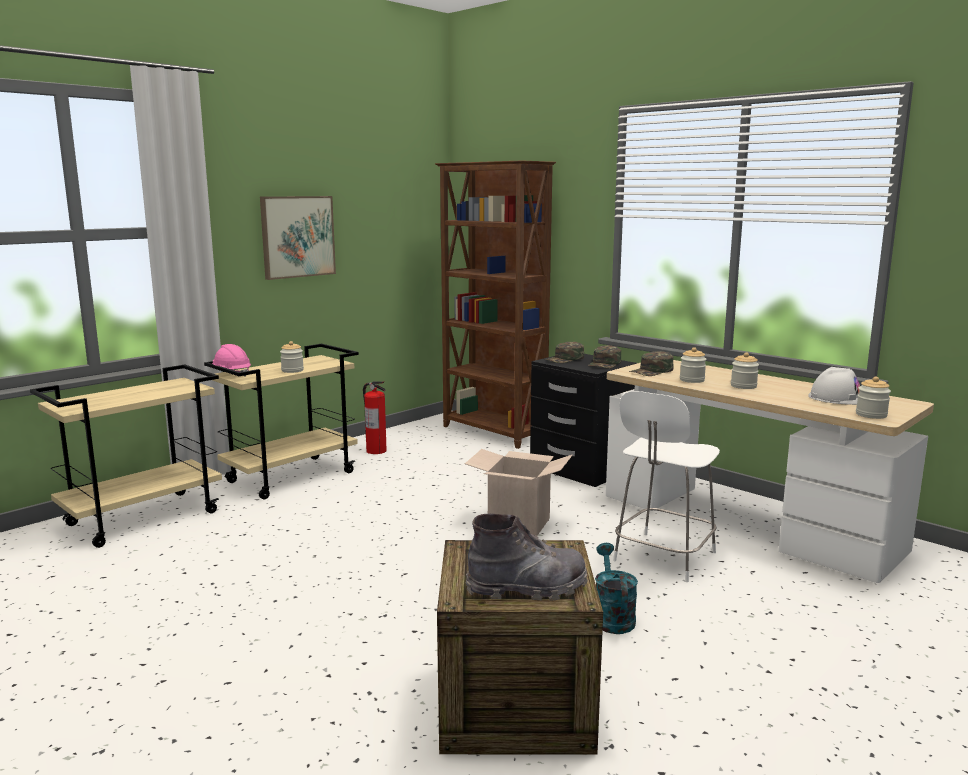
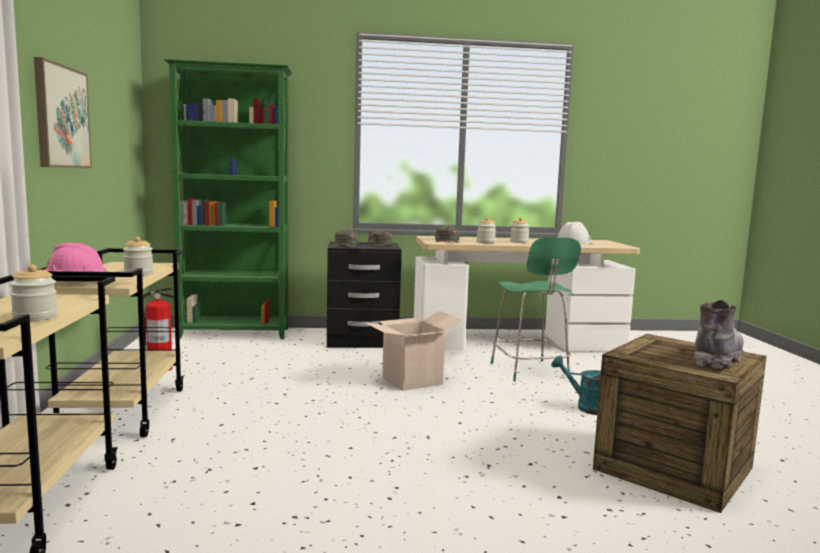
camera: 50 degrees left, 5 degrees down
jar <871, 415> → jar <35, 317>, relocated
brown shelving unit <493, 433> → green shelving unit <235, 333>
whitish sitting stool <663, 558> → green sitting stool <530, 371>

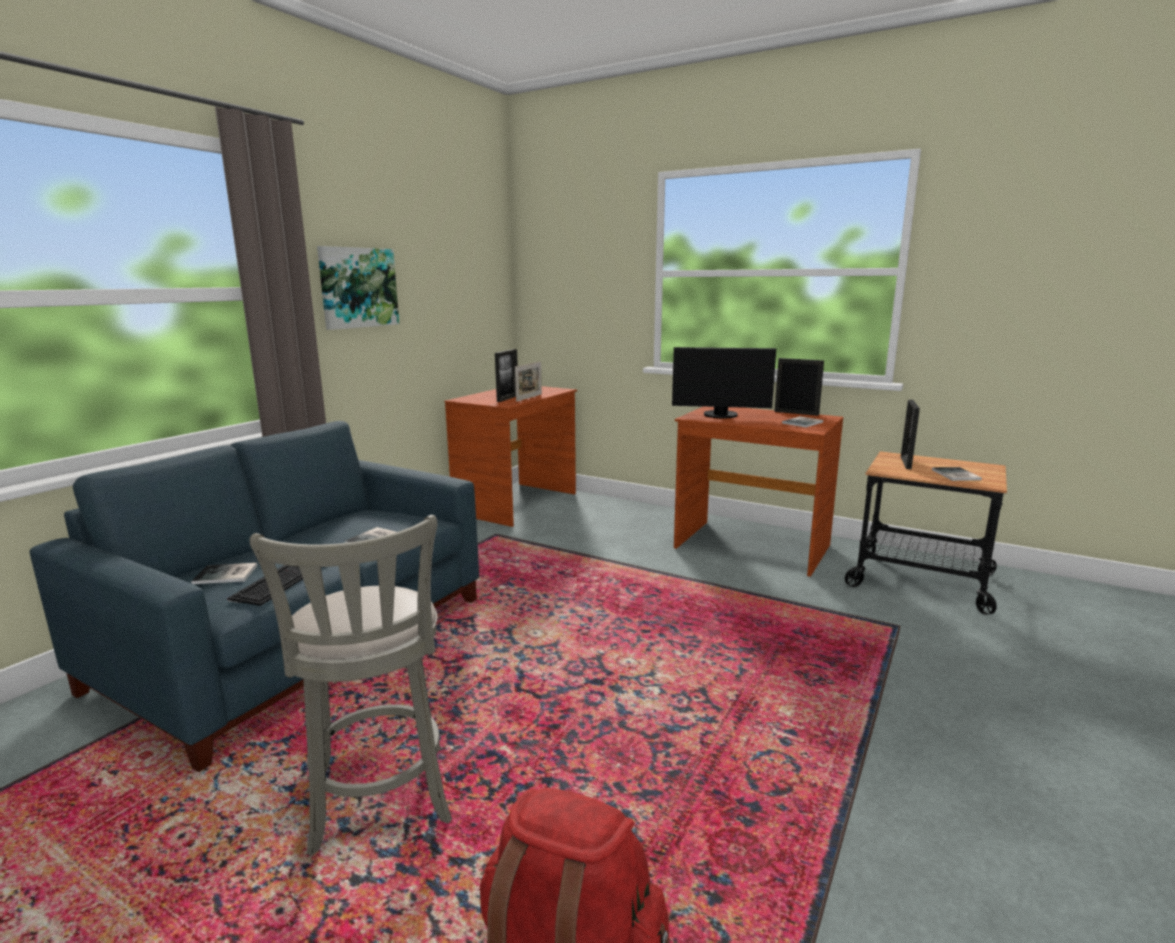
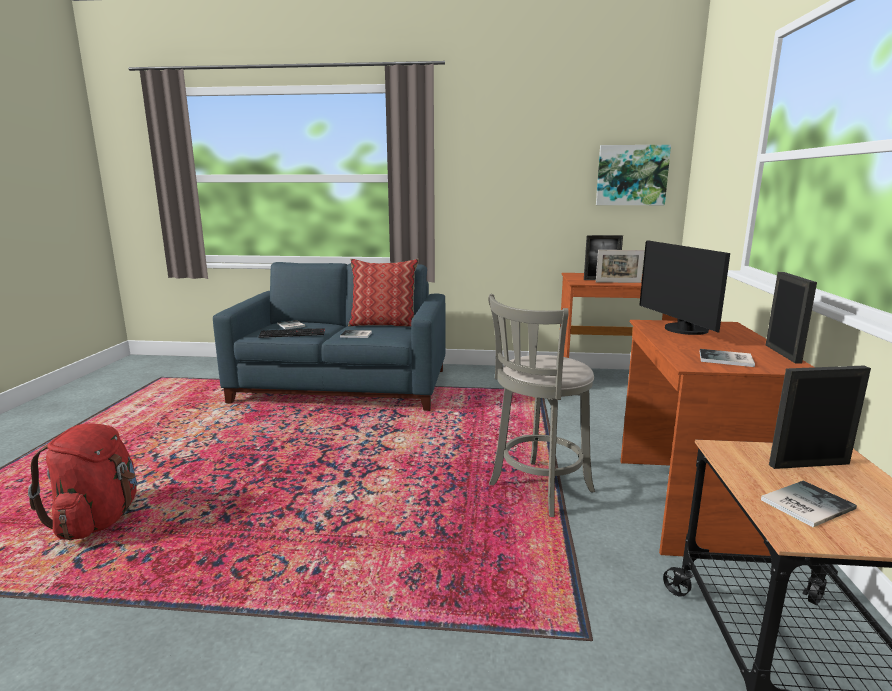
camera: 65 degrees right, 0 degrees up
- → pillow <384, 324>
greyish sitting stool <380, 804> → greyish sitting stool <537, 490>, relocated
picture <358, 287> → picture <631, 175>, relocated

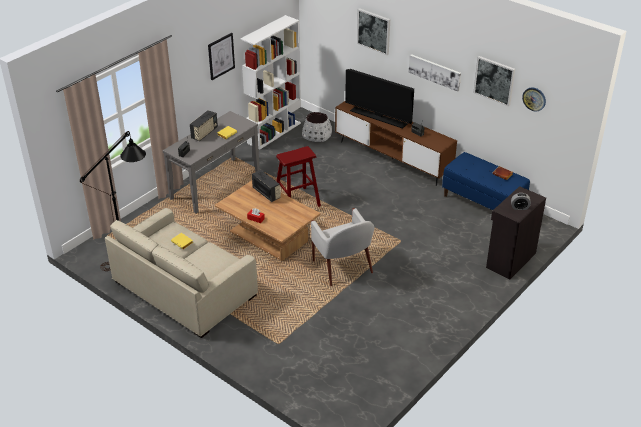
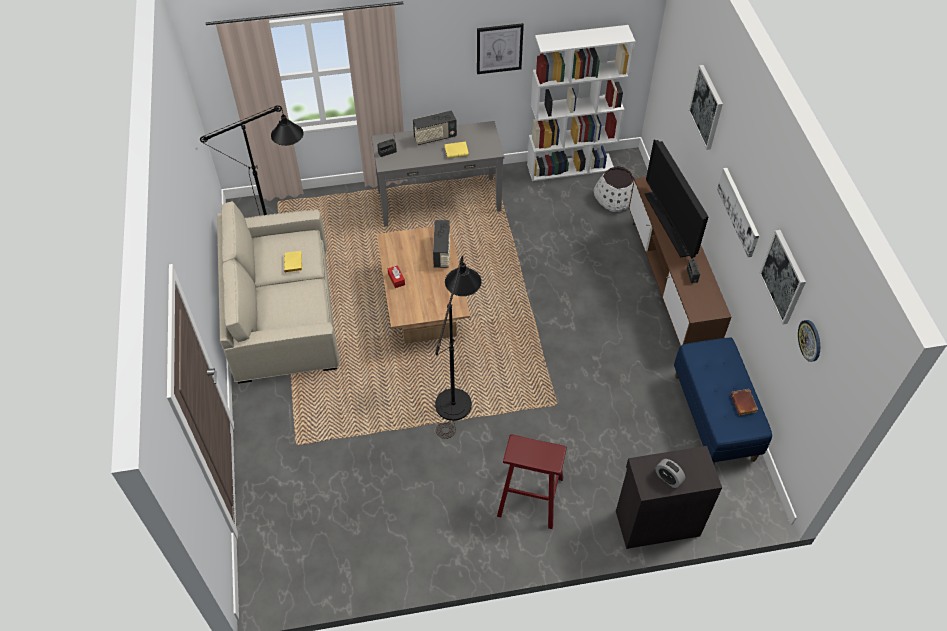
camera: 40 degrees right, 15 degrees up
whitish lounge chair <343, 268> → blackish standing lamp <456, 396>
red-coloured sitting stool <297, 201> → red-coloured sitting stool <530, 496>, relocated

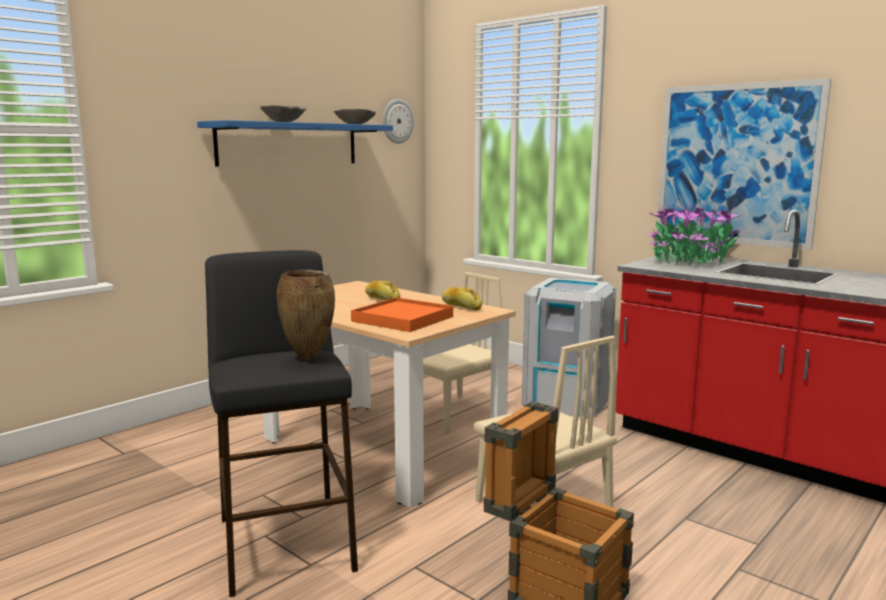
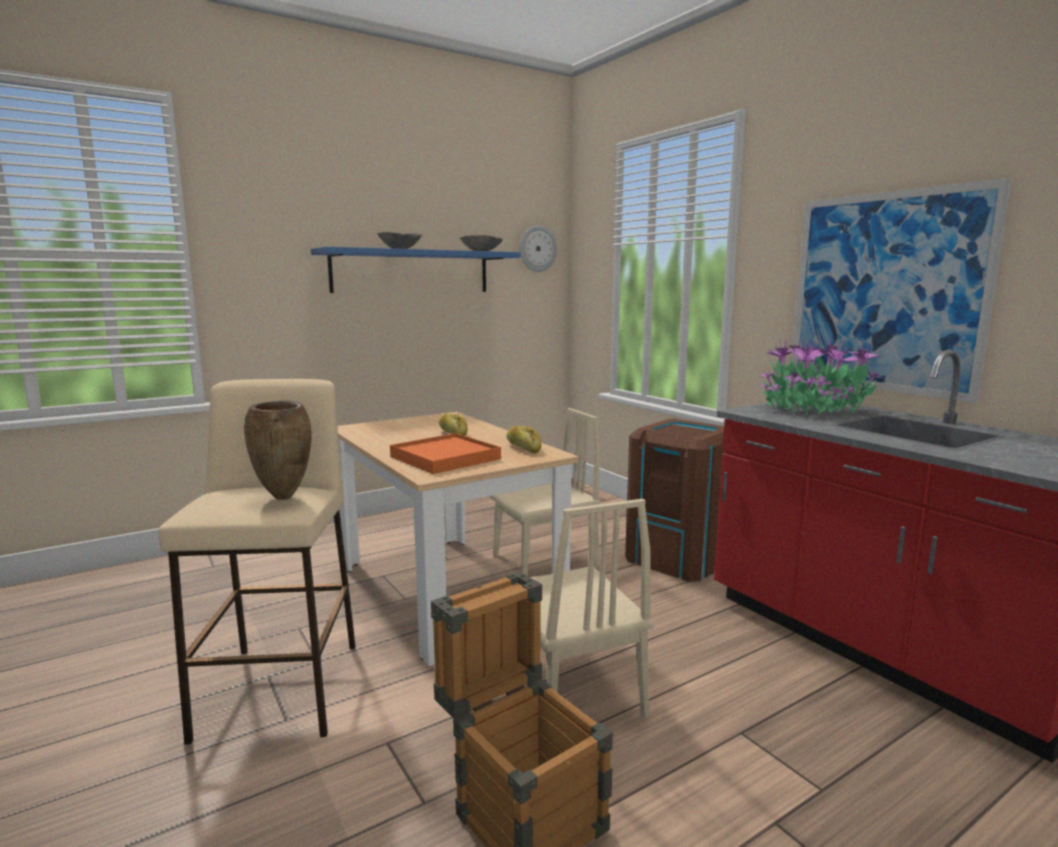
camera: 15 degrees right, 0 degrees up
blackish sitting stool <285, 543> → sand-coloured sitting stool <280, 688>
greyish waste bin <567, 401> → brown waste bin <678, 557>

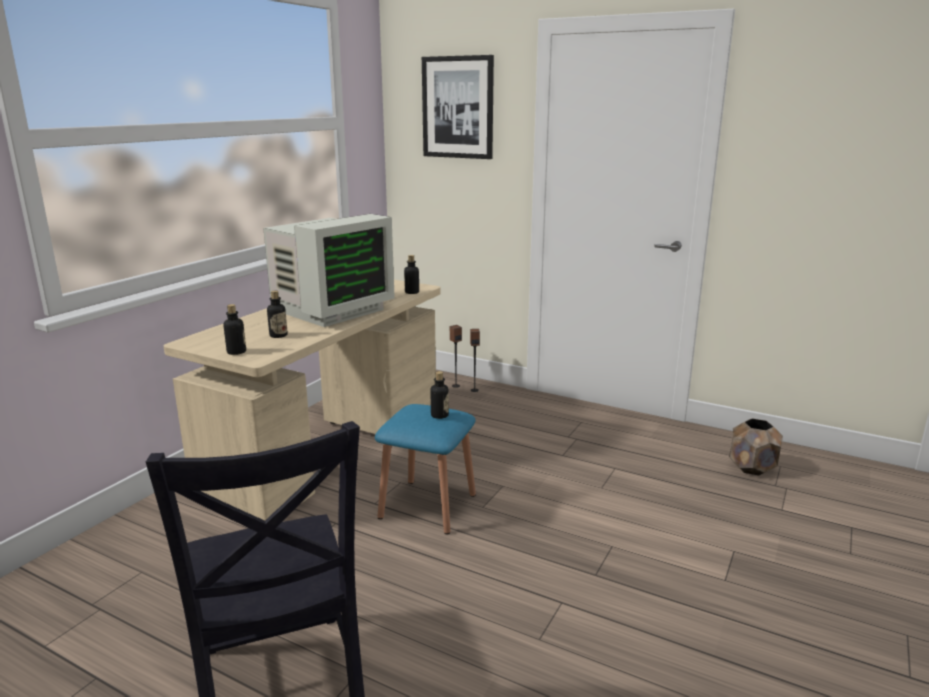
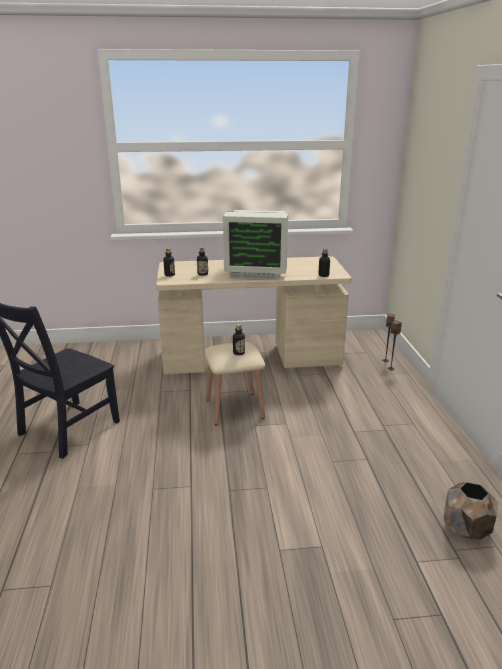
camera: 55 degrees right, 5 degrees up
blue sitting stool <428, 506> → sand-coloured sitting stool <234, 408>
picture <458, 107> → -

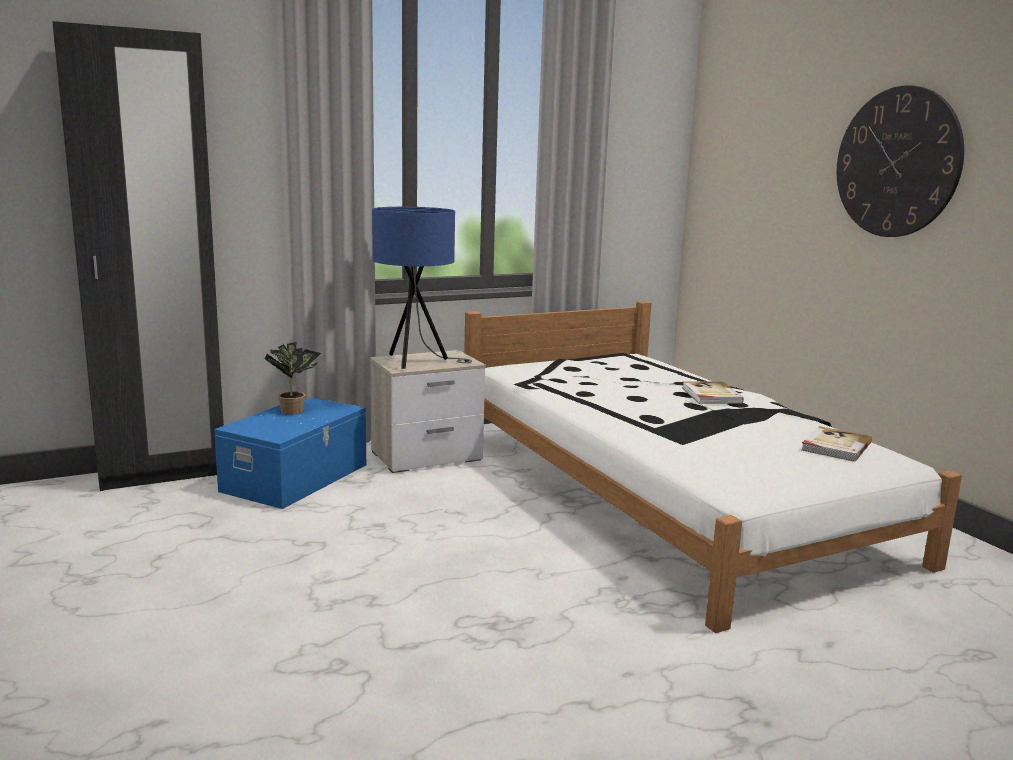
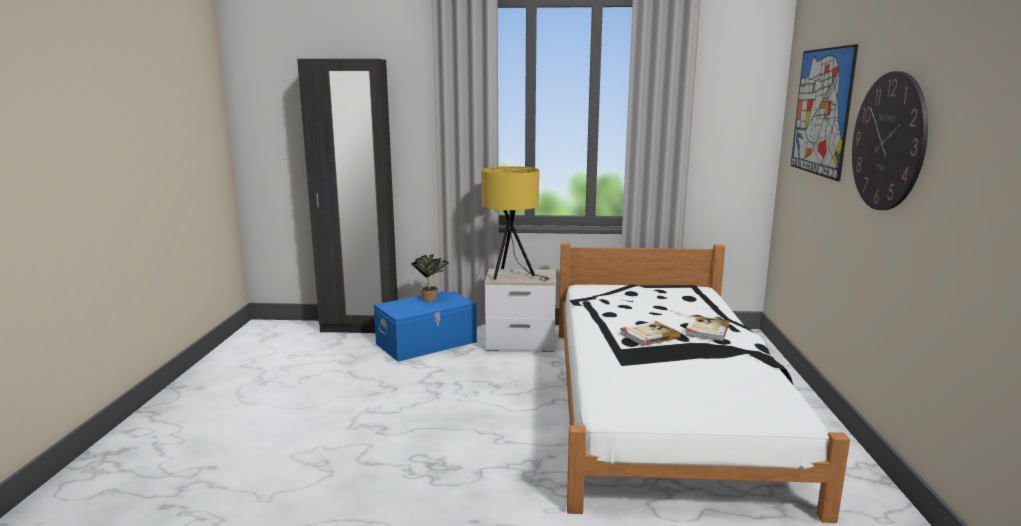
camera: 30 degrees right, 0 degrees up
blue table lamp <417, 362> → yellow table lamp <512, 276>
bound book <835, 447> → bound book <648, 335>, relocated
- → picture <821, 112>

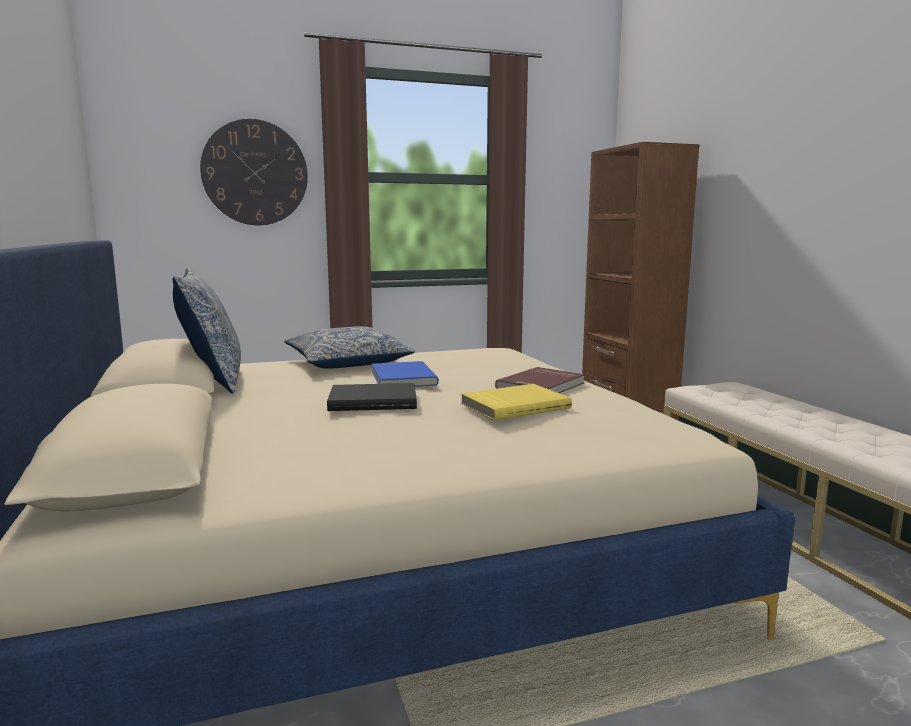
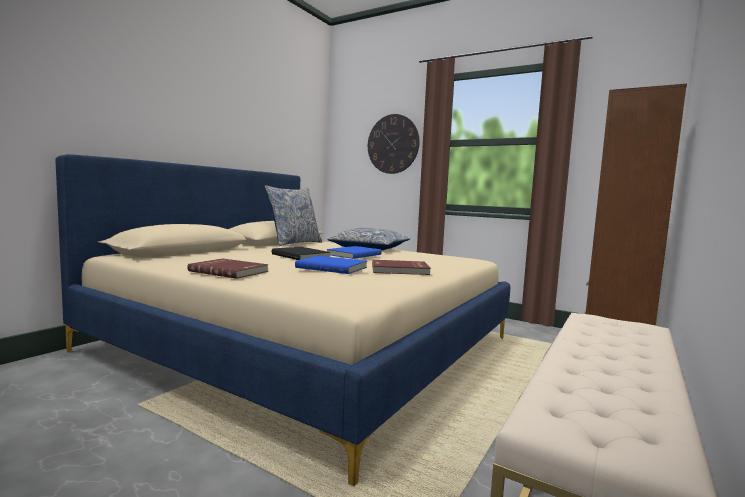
camera: 50 degrees right, 5 degrees down
- → red-coloured bound book <229, 271>
yellow bound book <514, 405> → blue bound book <332, 267>

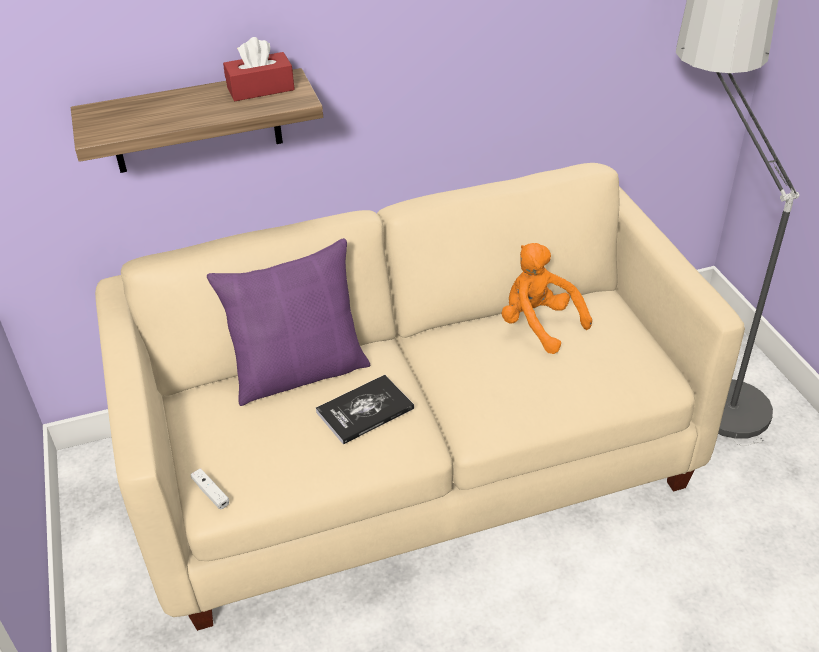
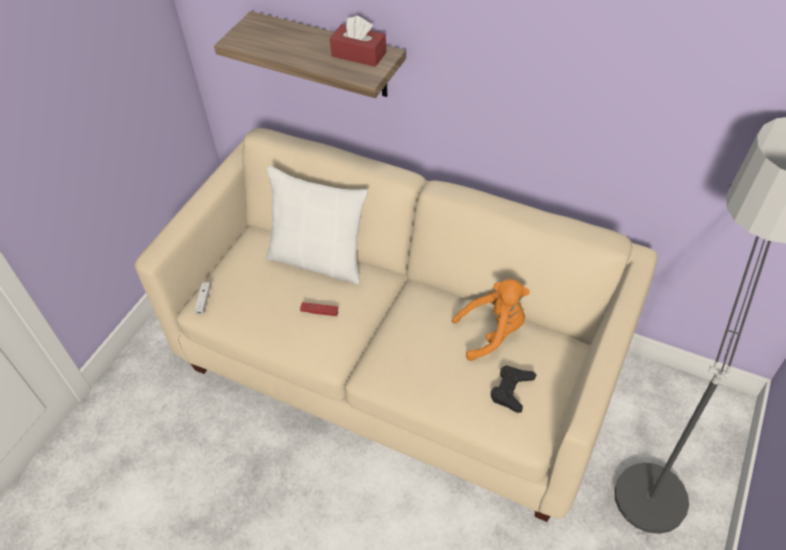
camera: 45 degrees right, 10 degrees up
purple-coloured pillow <299, 371> → whitish pillow <319, 259>
bound book <365, 410> → red-coloured game controller <319, 312>
orange-coloured cuddly toy <538, 324> → orange-coloured cuddly toy <492, 332>, 75 degrees clockwise
- → blackish game controller <511, 390>

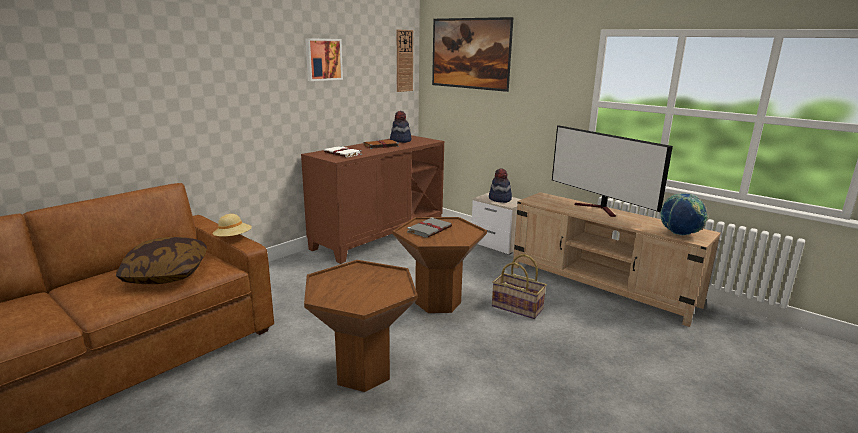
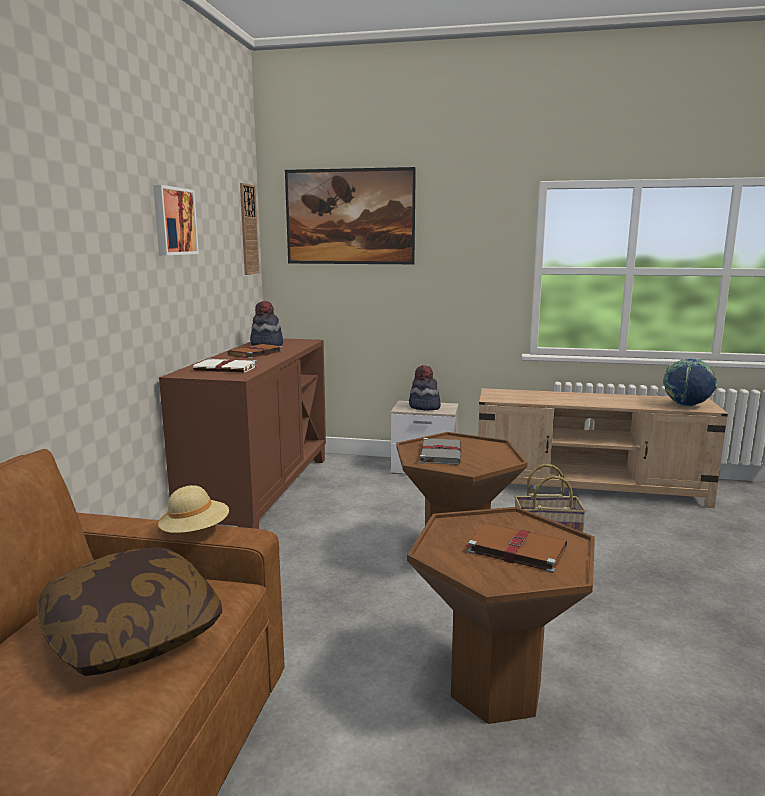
camera: 30 degrees left, 5 degrees down
- → brown bound book <515, 549>
TV set <600, 209> → -

